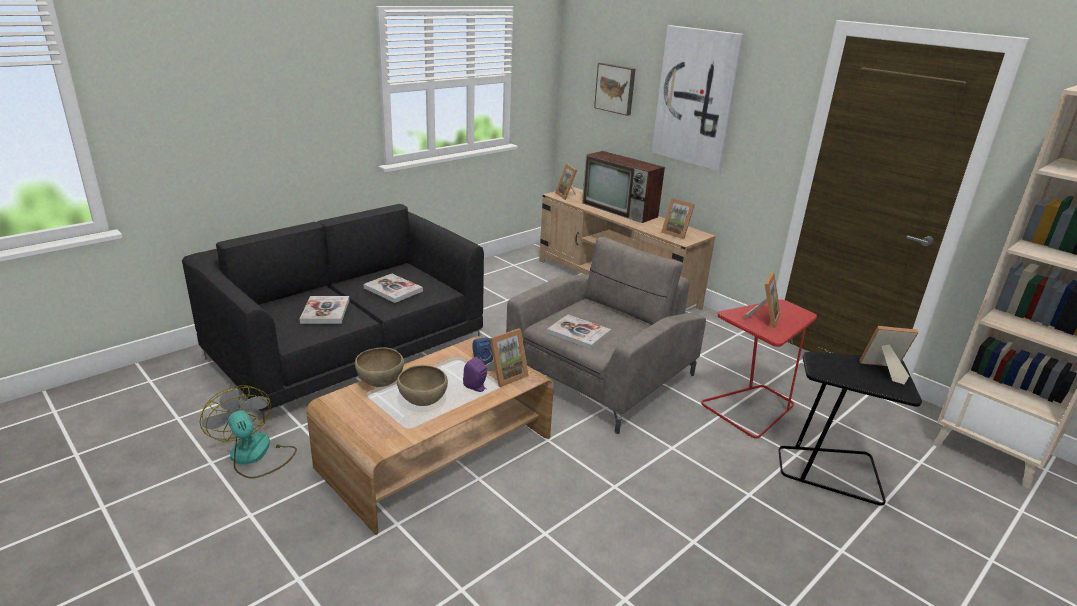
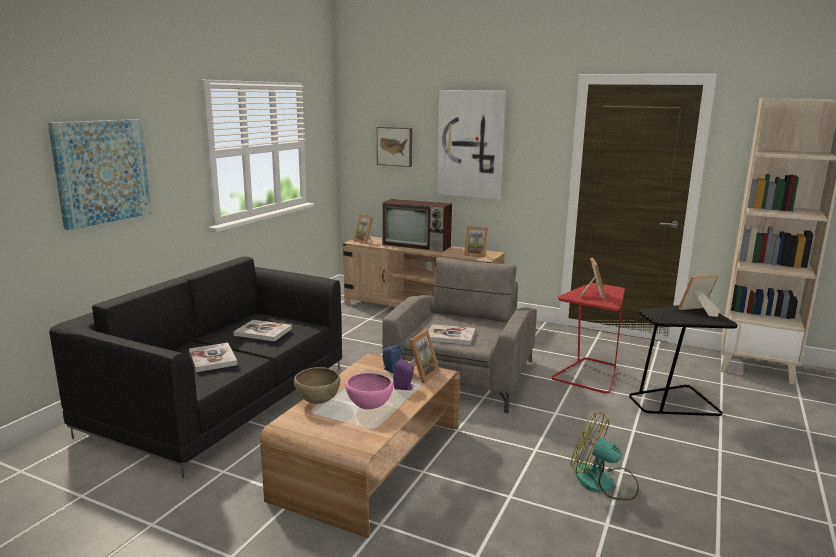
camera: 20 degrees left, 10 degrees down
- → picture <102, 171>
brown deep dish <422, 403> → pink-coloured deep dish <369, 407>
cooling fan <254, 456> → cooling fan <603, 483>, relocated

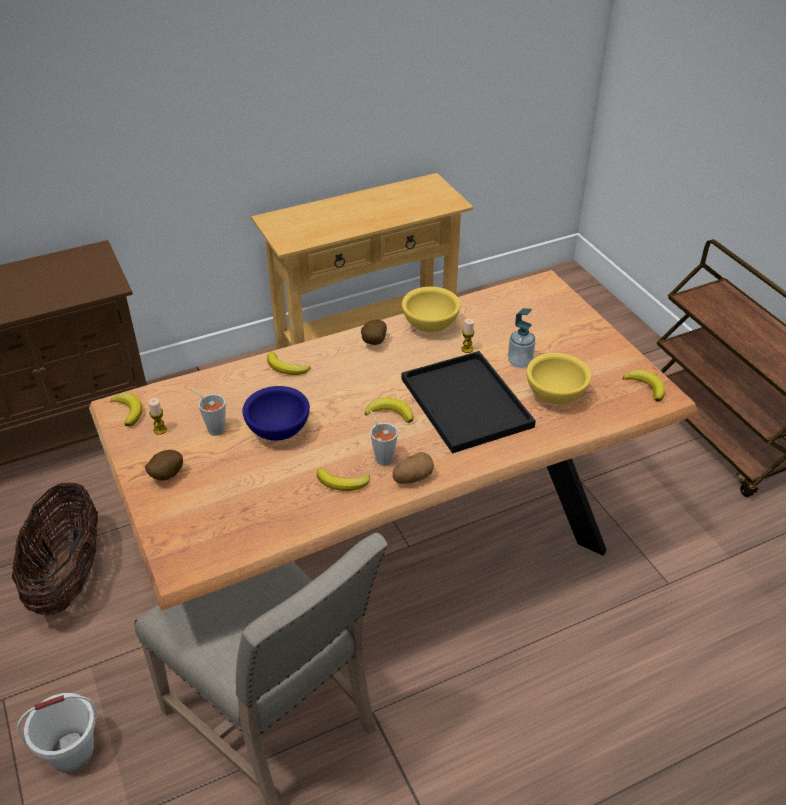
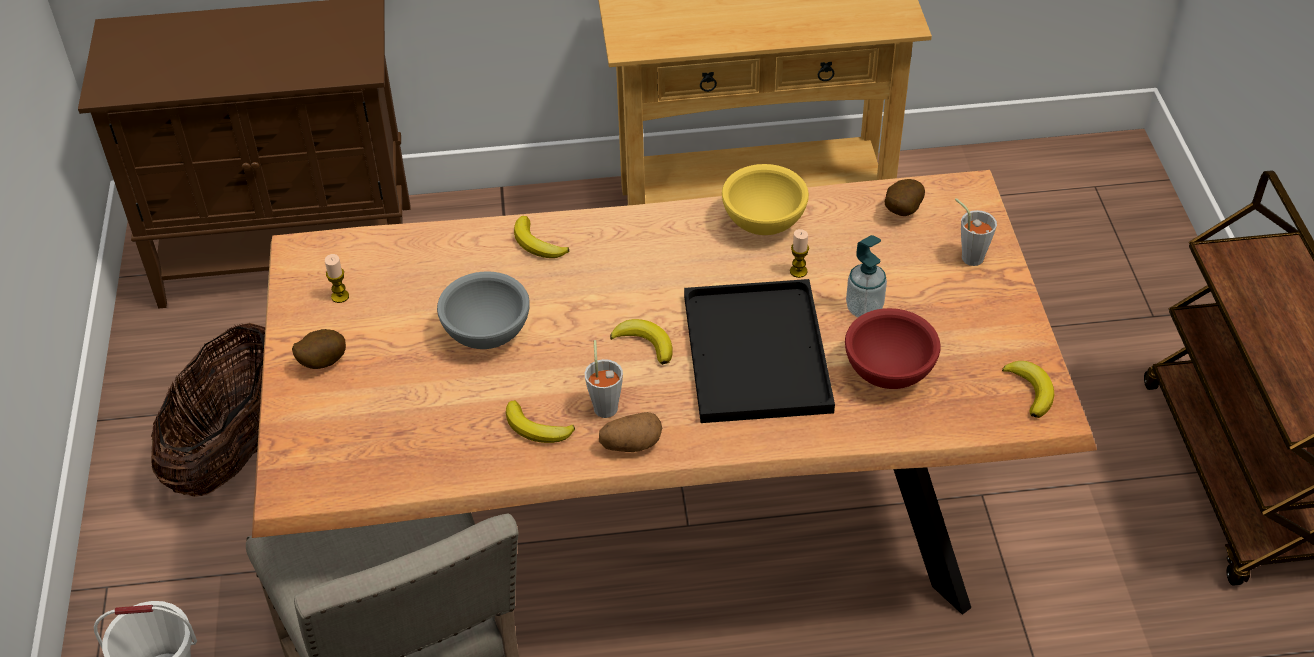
camera: 20 degrees right, 5 degrees up
blue deep dish <279, 431> → greyish deep dish <488, 334>
yellow deep dish <555, 395> → red-coloured deep dish <889, 371>
potato <373, 343> → potato <901, 211>, relocated
greyish cup <213, 428> → greyish cup <969, 255>, relocated
banana fruit <128, 410> → -

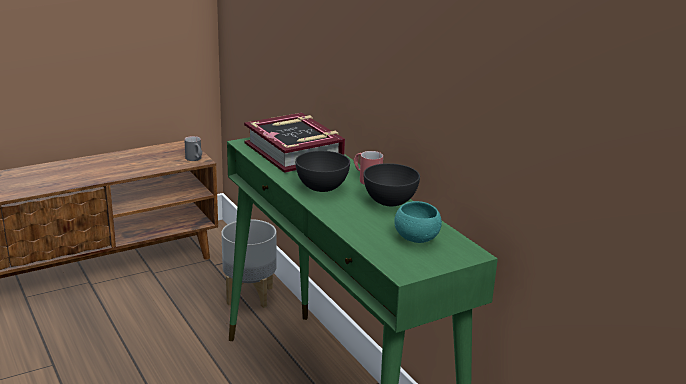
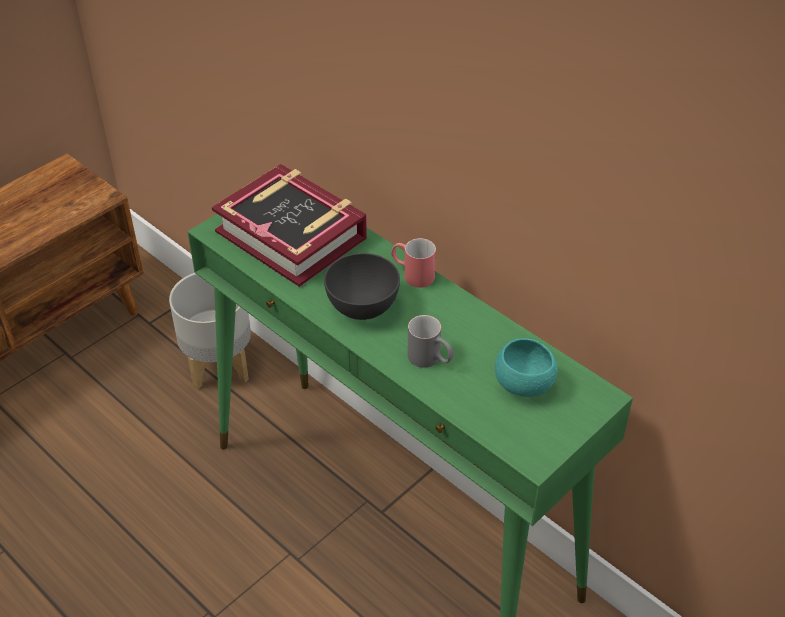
camera: 15 degrees left, 20 degrees up
greyish tea mug <195, 159> → greyish tea mug <430, 360>, relocated
greyish deep dish <390, 201> → -

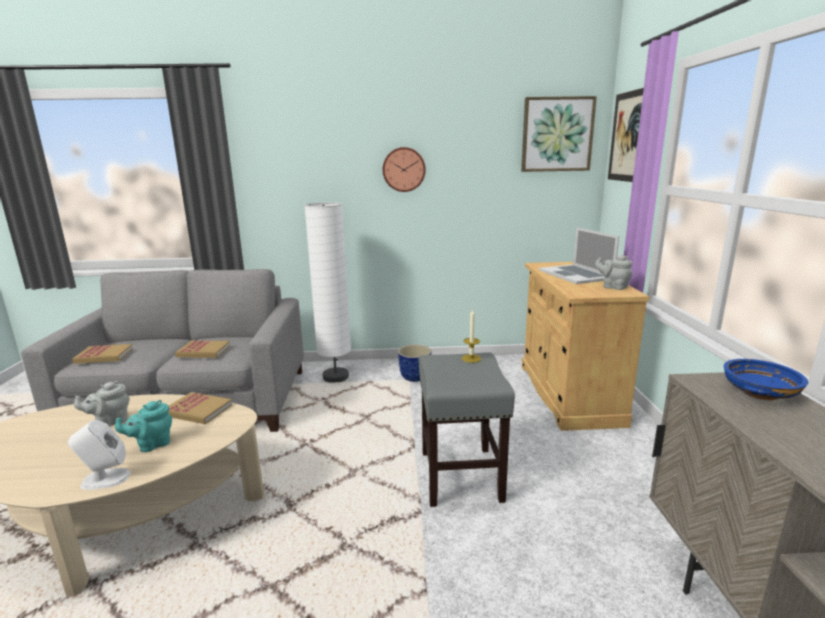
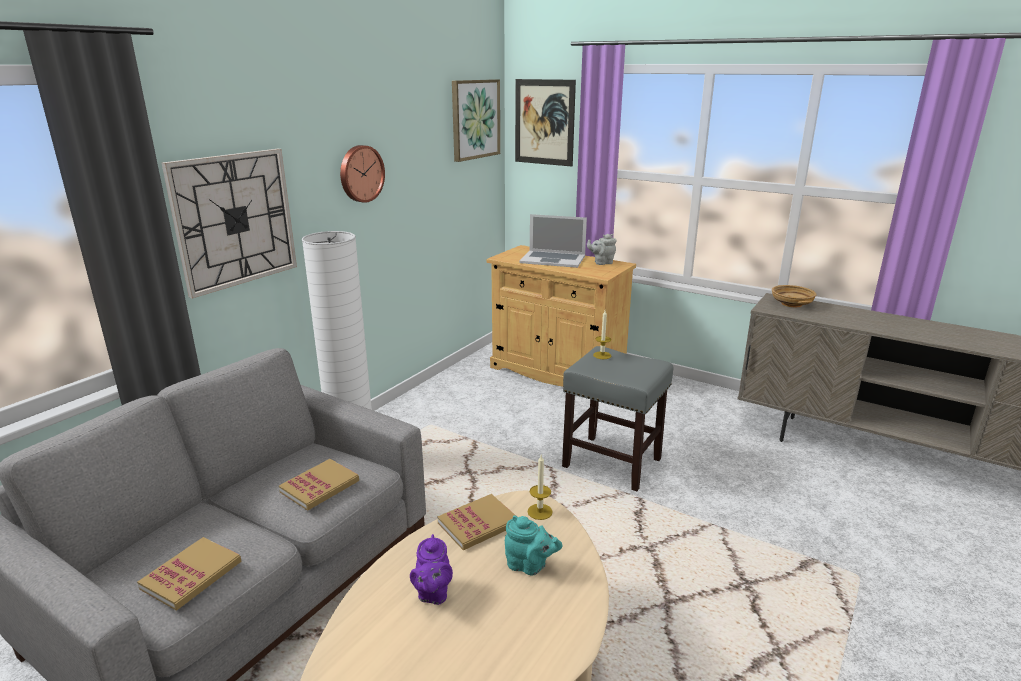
camera: 55 degrees left, 5 degrees up
- → clock on the wall <234, 220>
greyish pot for tea <110, 422> → purple-coloured pot for tea <433, 593>
blue-green pot for tea <152, 444> → blue-green pot for tea <529, 566>, 60 degrees counterclockwise
- → wax candle <540, 511>
blue deep dish <759, 392> → sand-coloured deep dish <791, 304>
whitish loudspeaker <105, 479> → -
plant pot <415, 377> → -

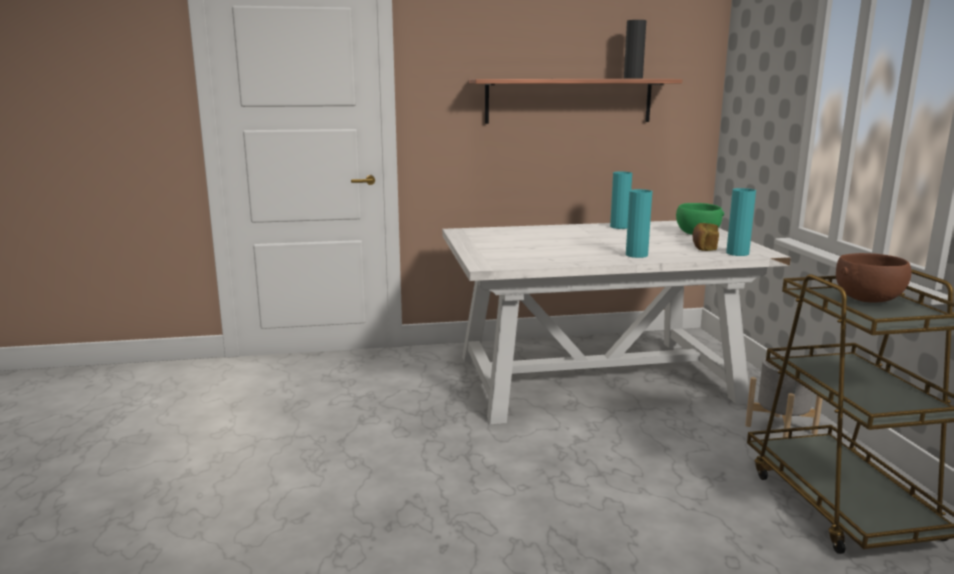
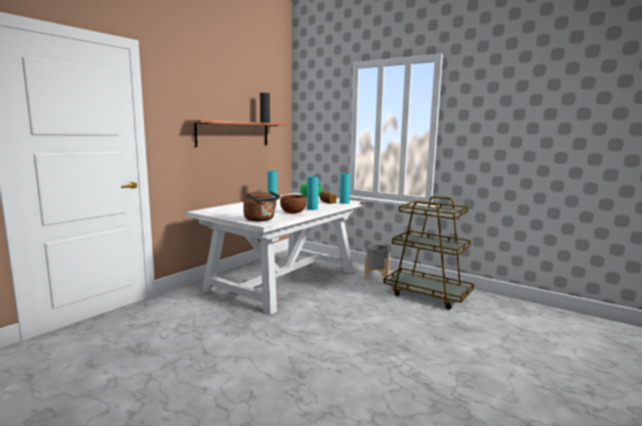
camera: 45 degrees left, 5 degrees down
- → brown tea kettle <261, 219>
brown deep dish <868, 299> → brown deep dish <293, 212>, relocated

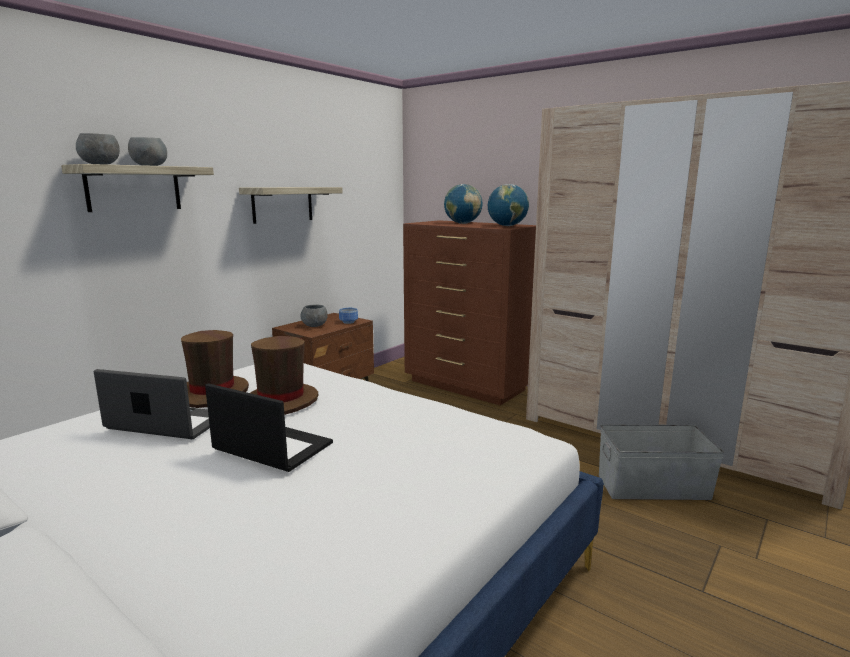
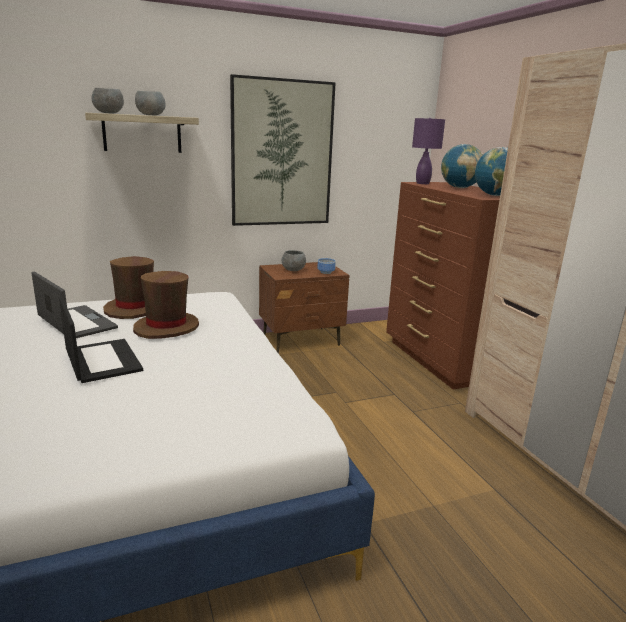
camera: 30 degrees right, 5 degrees up
wall shelf <282, 204> → picture <282, 154>
- → purple-coloured table lamp <423, 183>
greyish storage container <654, 487> → -

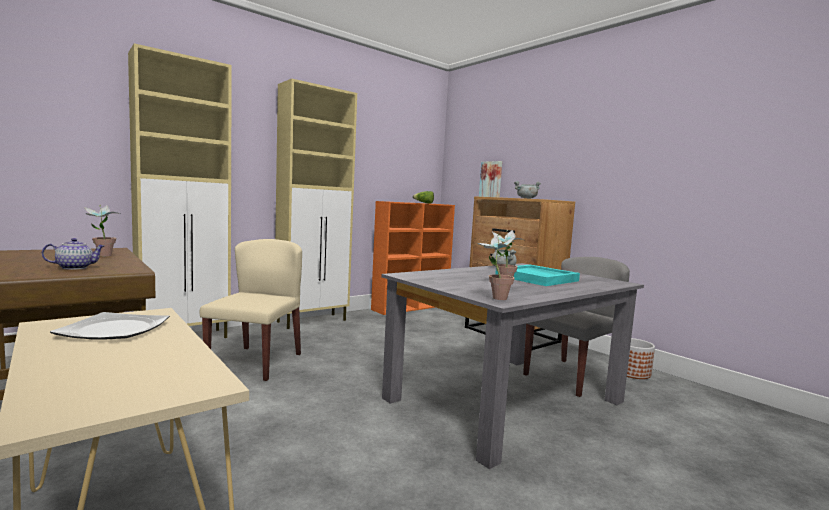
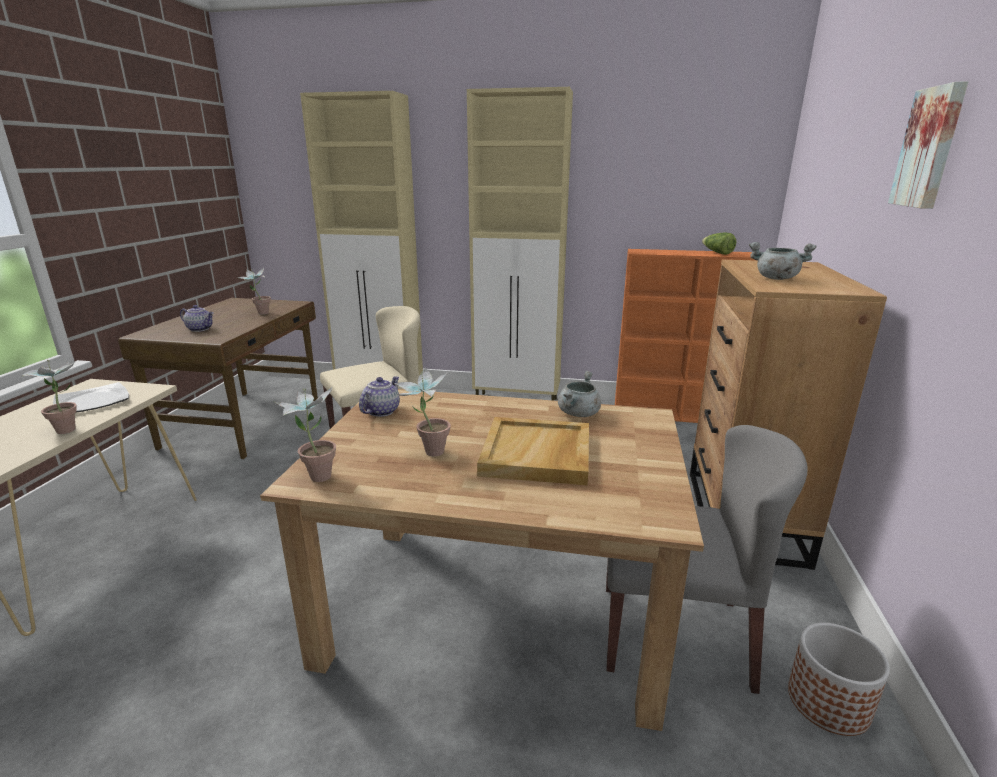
camera: 50 degrees right, 15 degrees up
- → houseplant <68, 428>
greyish dinner table <505, 401> → brown dinner table <494, 609>
- → pot for tea <381, 411>
blue-green serving tray <537, 278> → sand-coloured serving tray <537, 455>
picture <491, 180> → picture <930, 148>, relocated

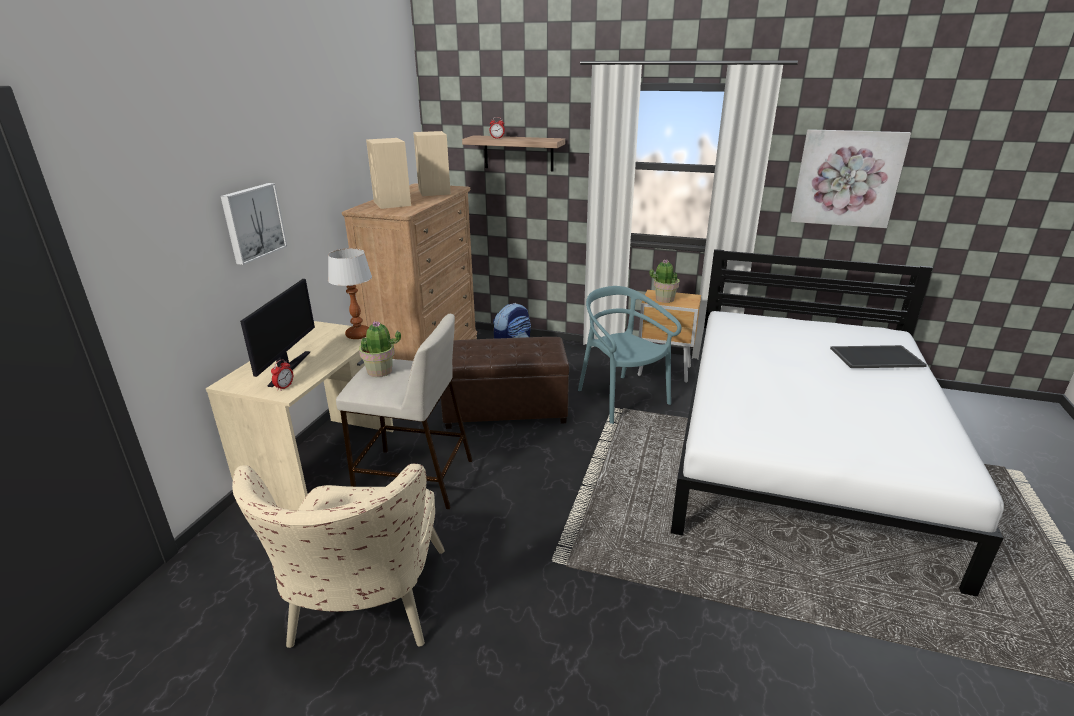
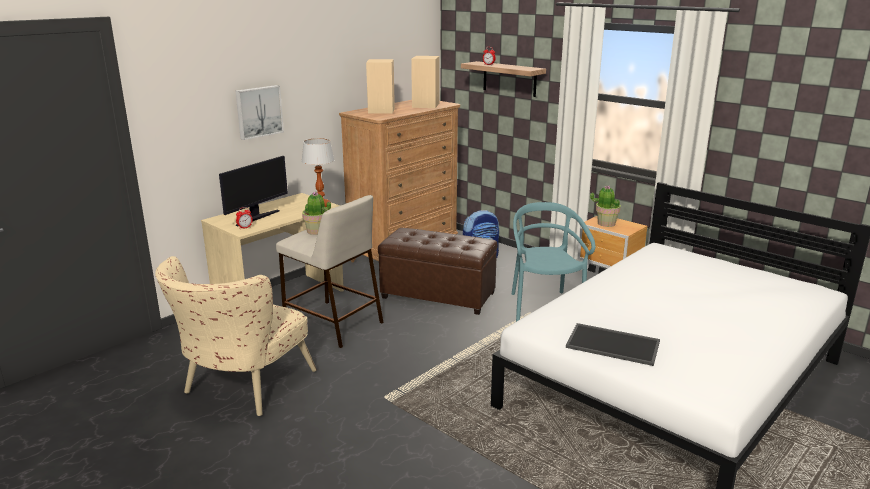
camera: 25 degrees right, 5 degrees down
serving tray <876, 357> → serving tray <614, 344>, relocated
picture <846, 178> → -

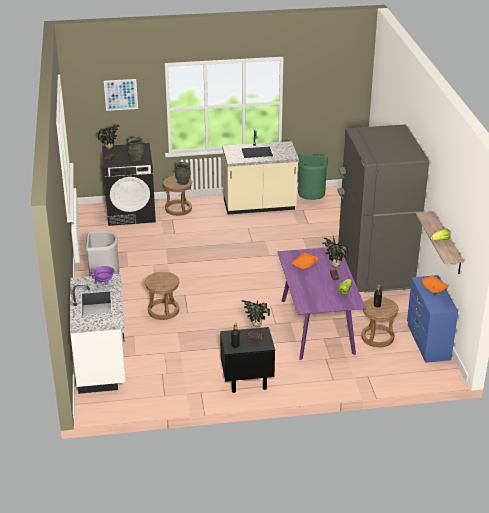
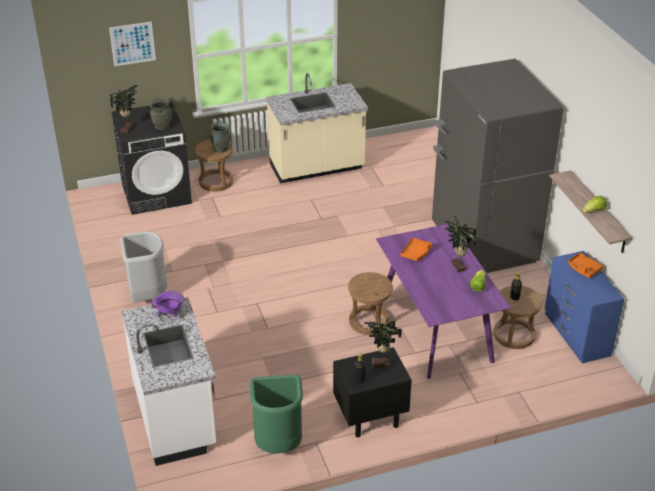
camera: 10 degrees left, 5 degrees up
green waste bin <311, 200> → green waste bin <278, 445>, relocated
brown sitting stool <163, 310> → brown sitting stool <369, 321>, relocated

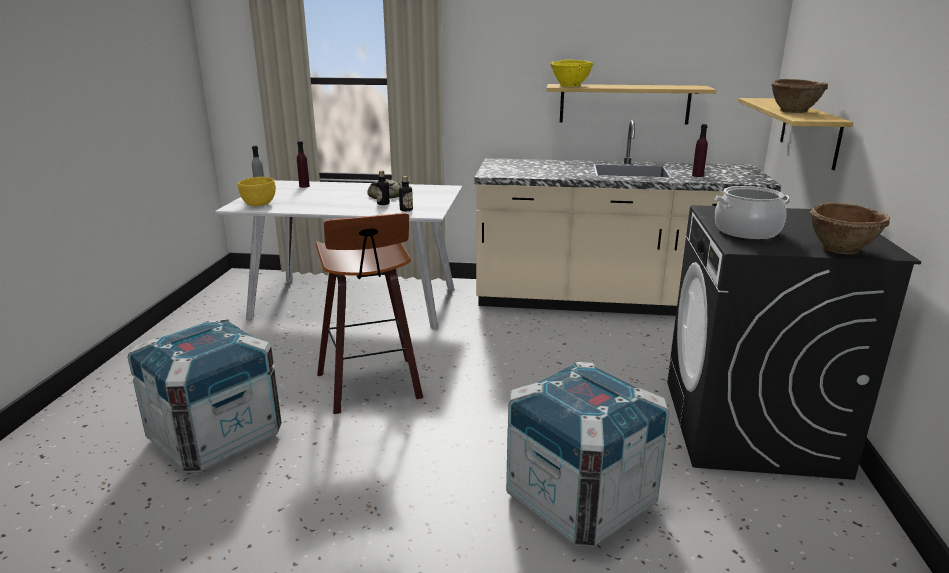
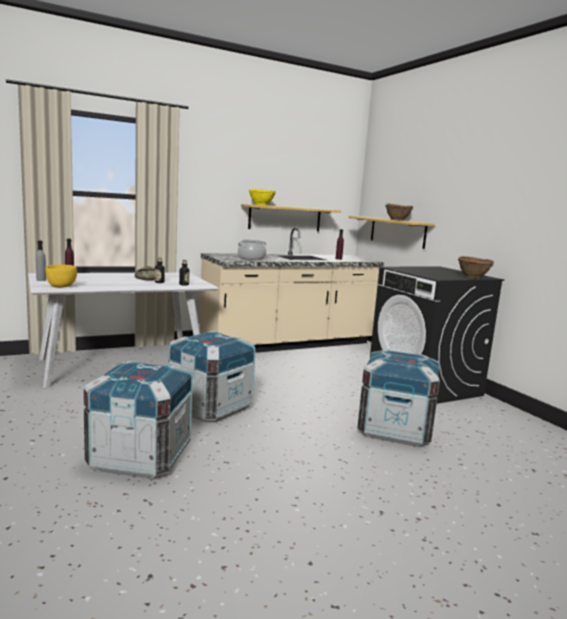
camera: 35 degrees left, 10 degrees down
sitting stool <373, 387> → shipping crate <210, 407>
cooking pot <746, 231> → cooking pot <251, 258>, relocated

